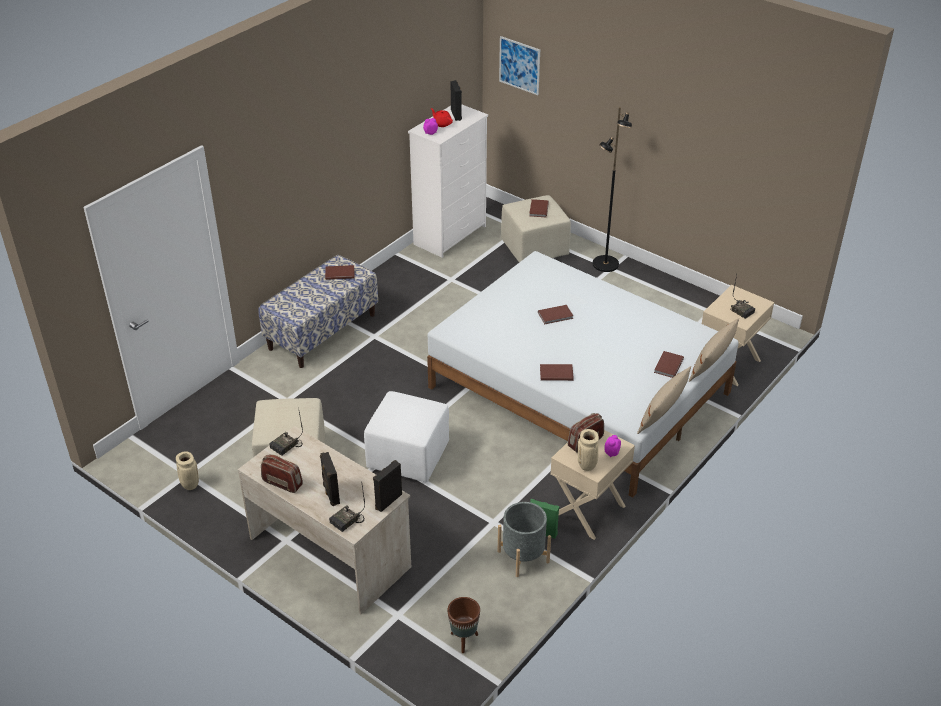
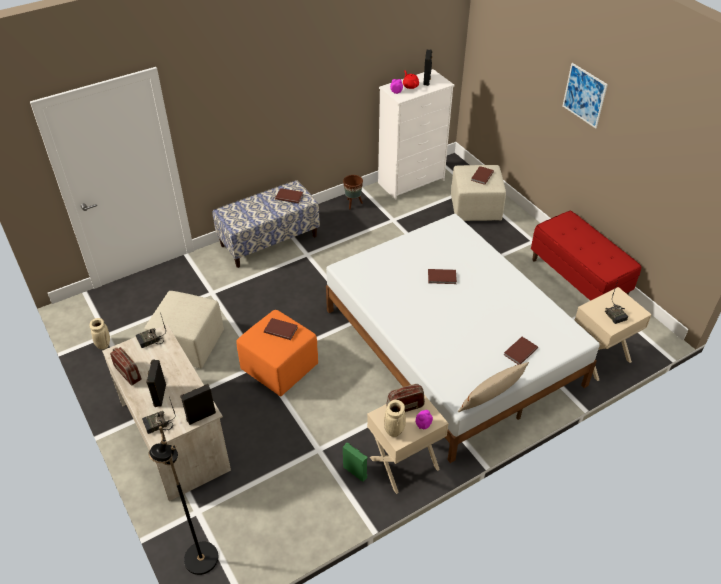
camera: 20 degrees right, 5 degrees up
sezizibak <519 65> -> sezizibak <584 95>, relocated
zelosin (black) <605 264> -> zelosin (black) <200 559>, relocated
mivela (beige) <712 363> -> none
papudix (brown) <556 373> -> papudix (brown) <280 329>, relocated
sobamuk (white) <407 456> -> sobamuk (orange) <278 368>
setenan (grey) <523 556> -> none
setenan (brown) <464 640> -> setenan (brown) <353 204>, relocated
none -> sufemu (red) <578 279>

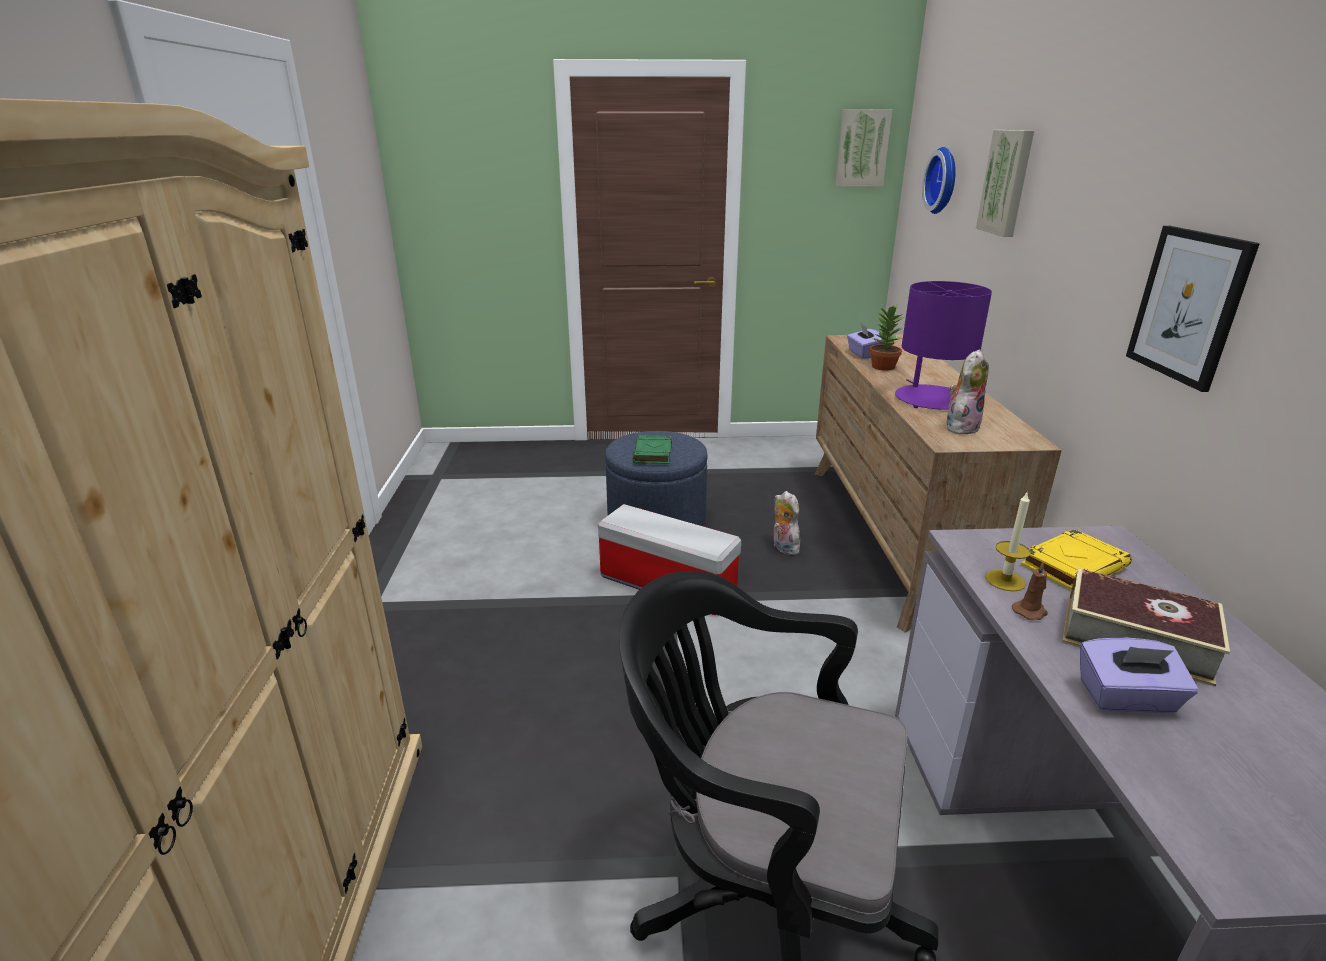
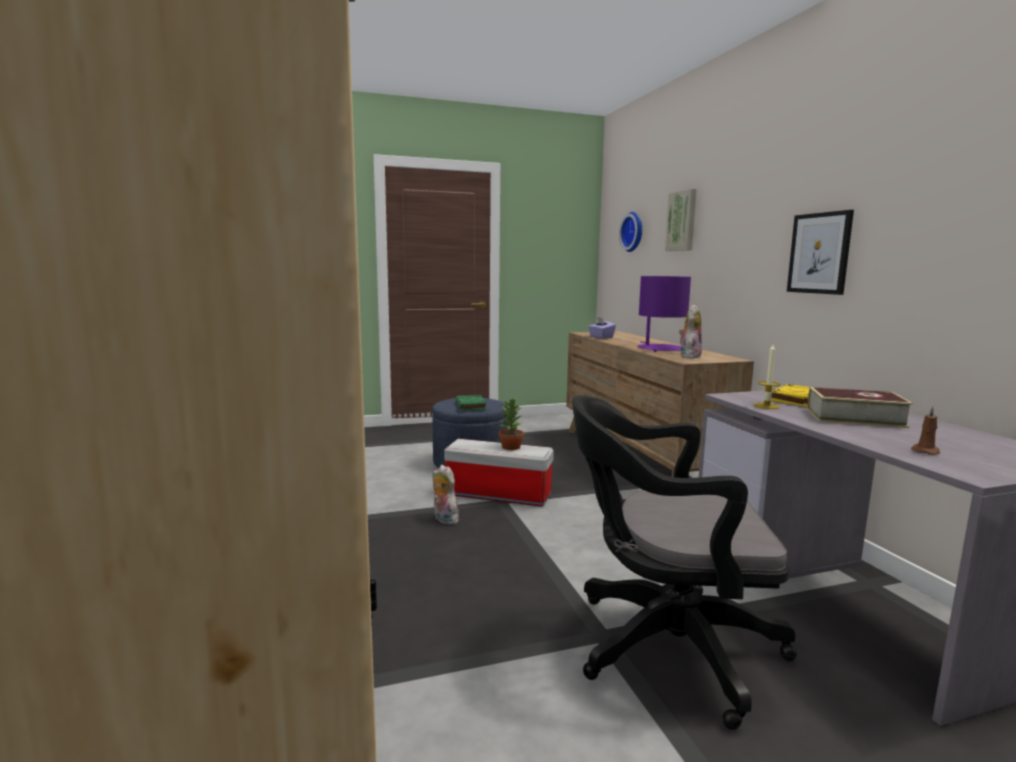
camera: 15 degrees left, 15 degrees down
sezizibak <862 148> -> none
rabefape <882 367> -> rabefape <510 447>, relocated
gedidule <783 547> -> gedidule <443 519>, relocated
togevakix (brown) <1030 611> -> togevakix (brown) <925 451>, relocated
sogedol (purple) <1126 698> -> none

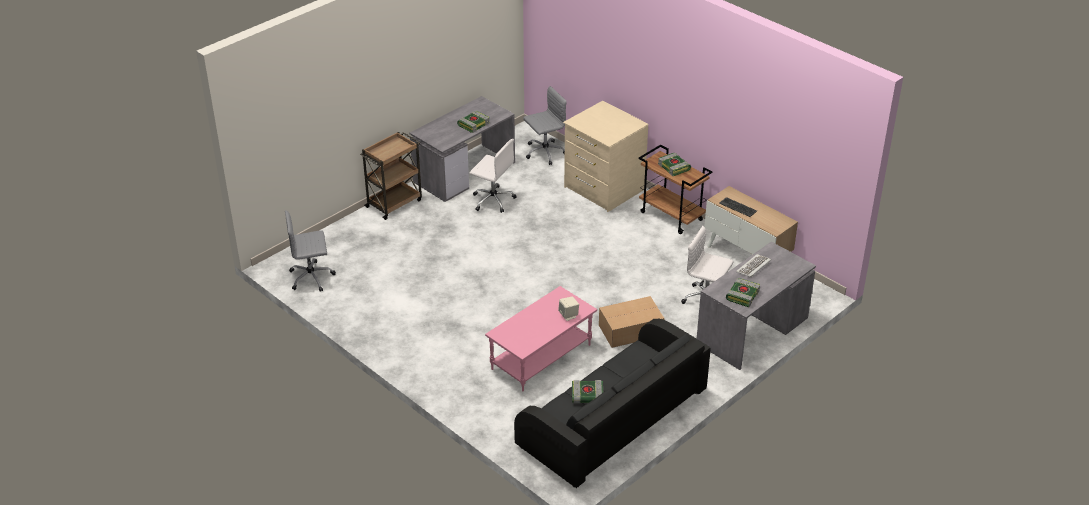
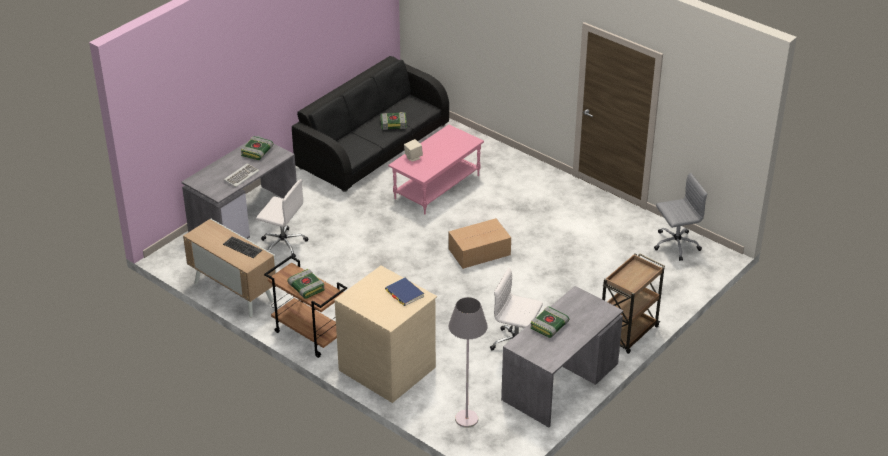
camera: 175 degrees right, 0 degrees up
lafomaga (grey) <544 153> -> zelosin (grey) <466 419>
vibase <629 330> -> vibase <480 252>, relocated
none -> papudix (blue) <404 293>

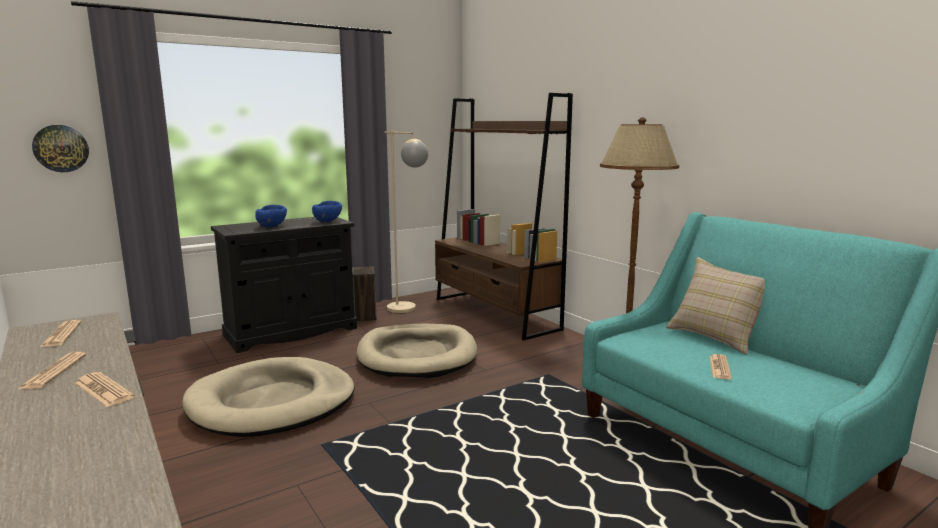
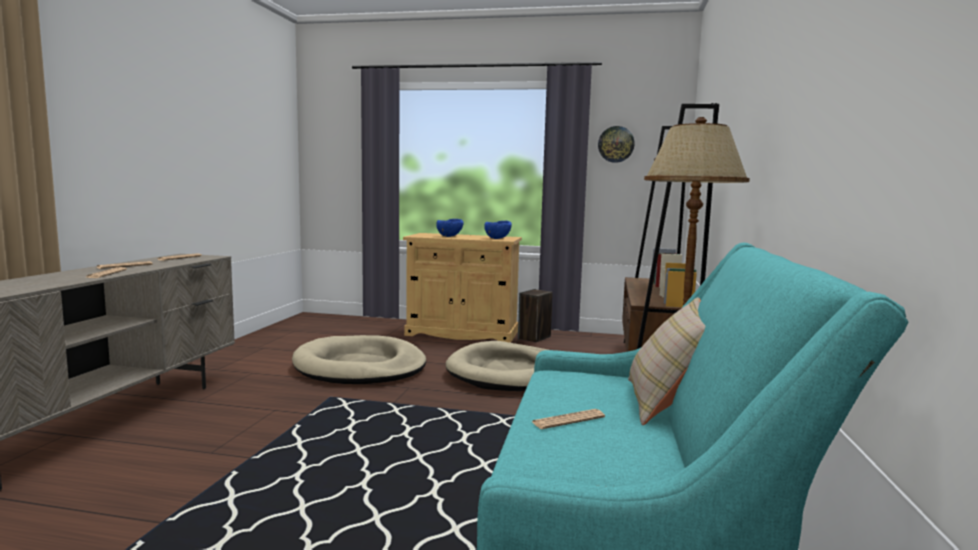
camera: 45 degrees right, 5 degrees down
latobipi <61 148> -> latobipi <616 144>, relocated
zelosin (beige) <408 310> -> none
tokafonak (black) <291 332> -> tokafonak (beige) <462 333>

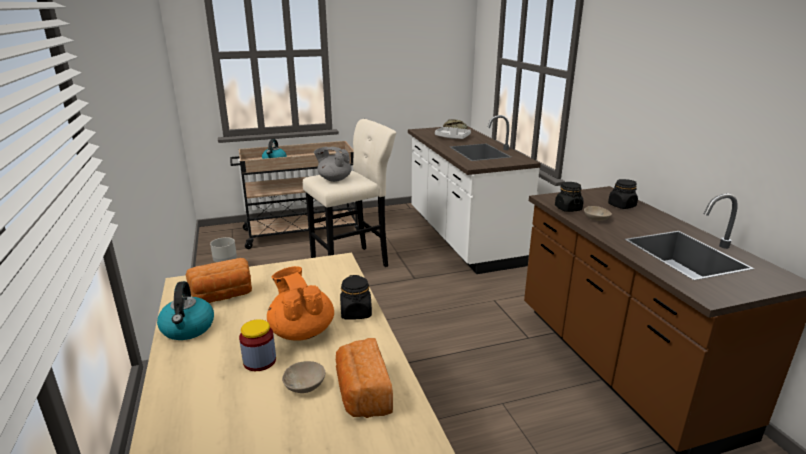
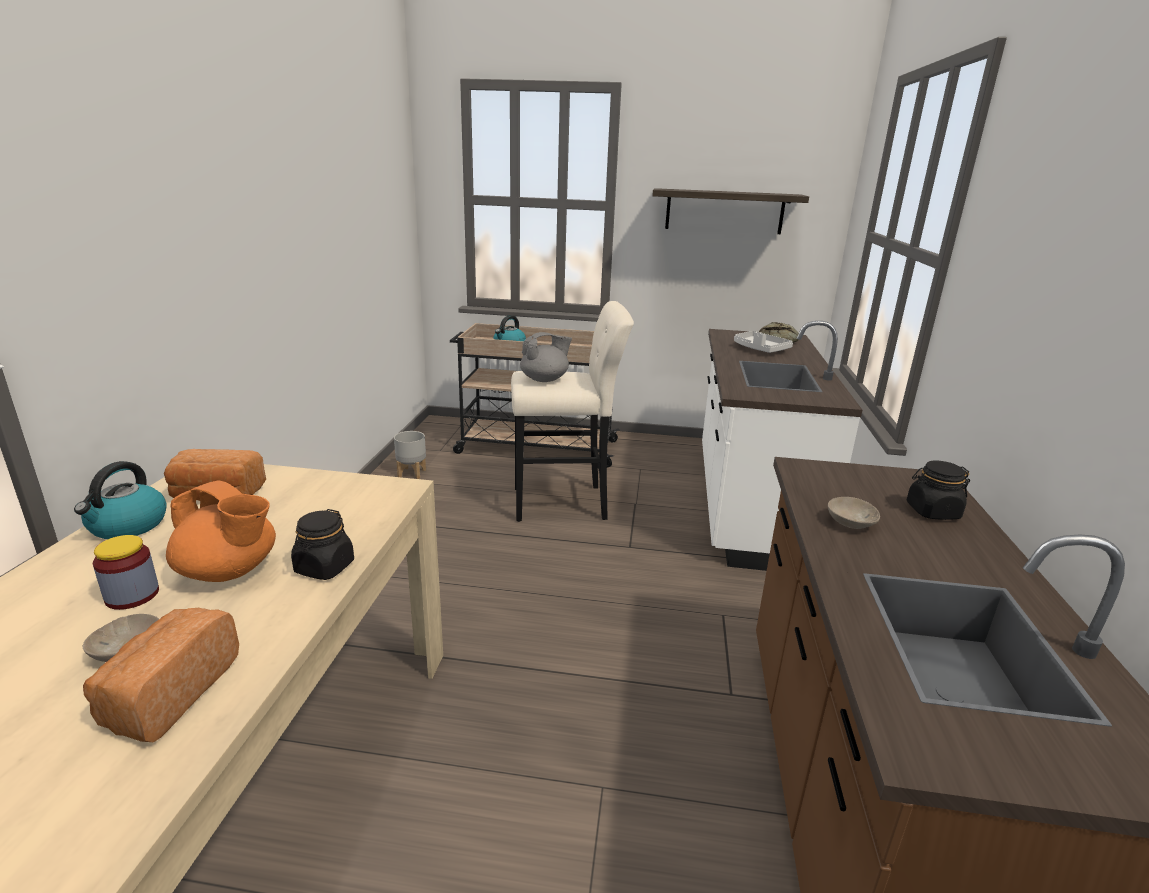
camera: 25 degrees right, 0 degrees up
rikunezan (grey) <334 179> -> rikunezan (grey) <545 379>, 105 degrees clockwise
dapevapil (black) <568 208> -> none
rikunezan (orange) <301 331> -> rikunezan (orange) <229 571>, 120 degrees clockwise
none -> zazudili <724 211>

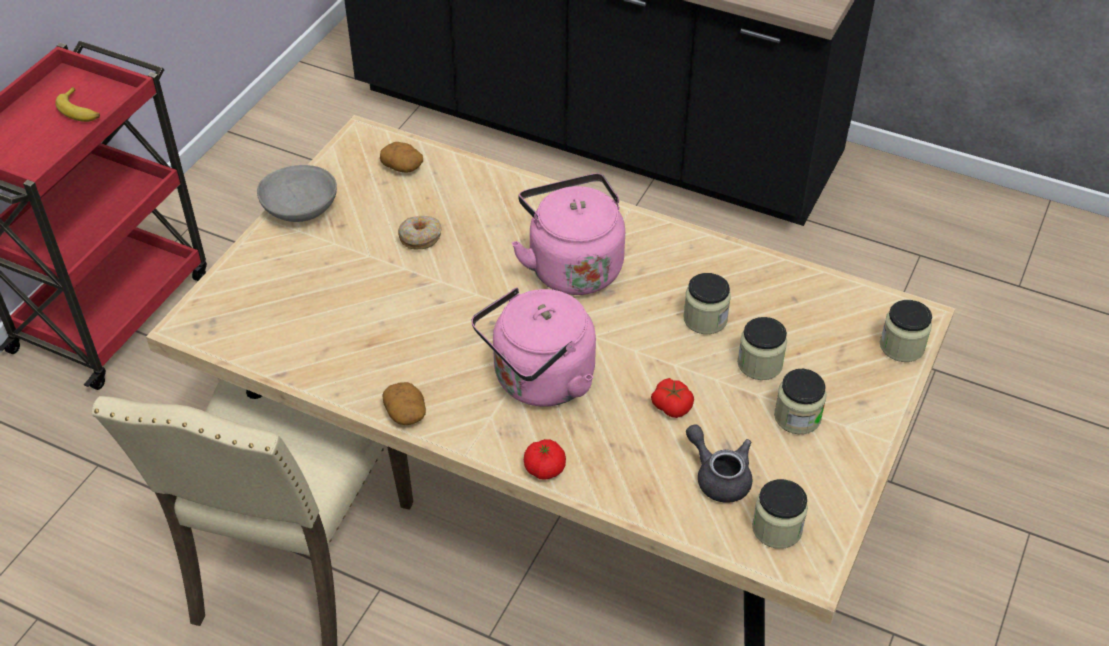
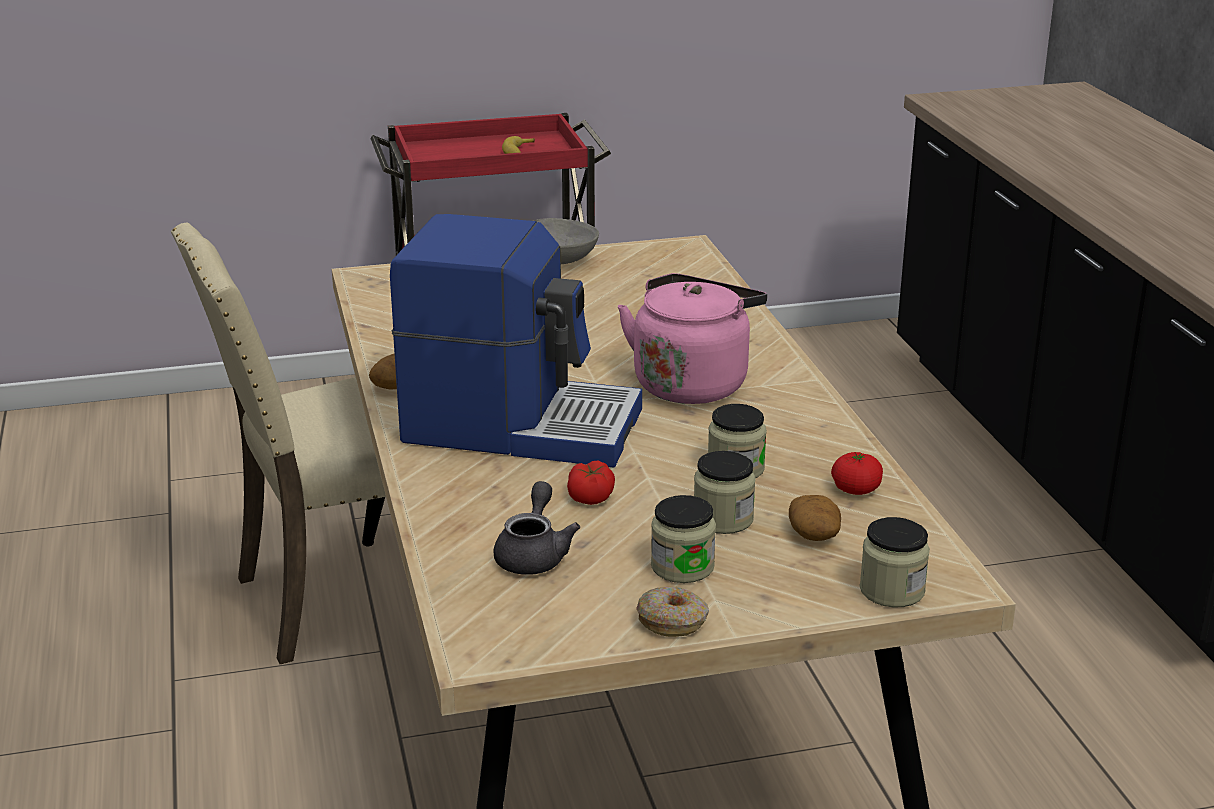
camera: 50 degrees right, 20 degrees down
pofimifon <403 167> -> pofimifon <814 534>, relocated
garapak <420 237> -> garapak <672 621>, relocated
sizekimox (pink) <539 381> -> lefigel <521 424>
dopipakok <544 468> -> dopipakok <856 489>, relocated
dapevapil <777 528> -> none

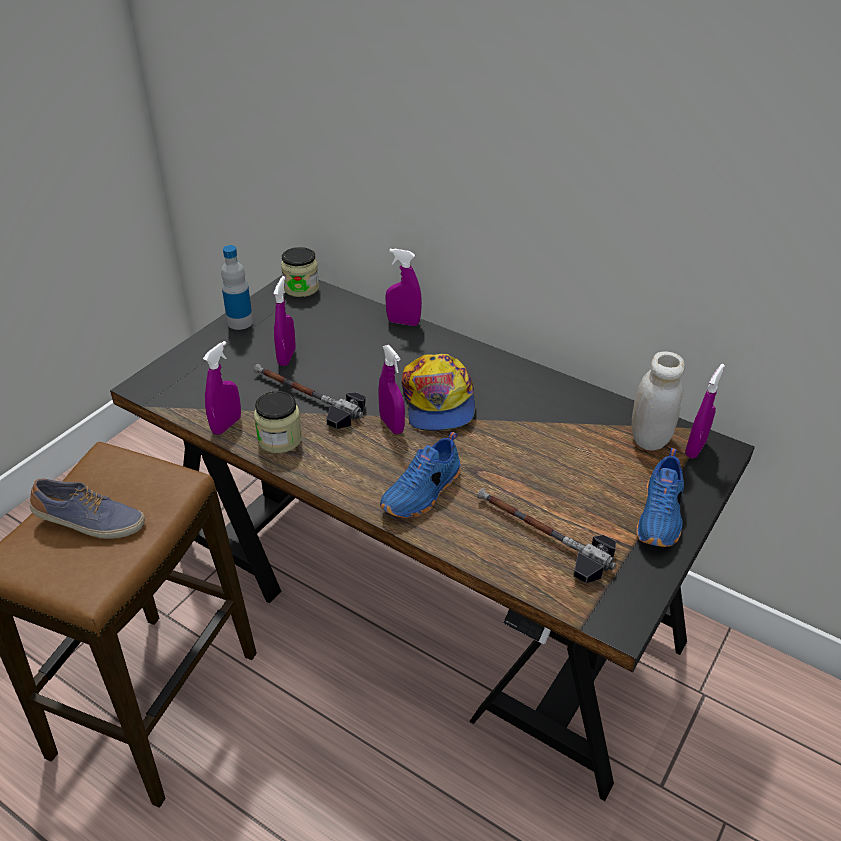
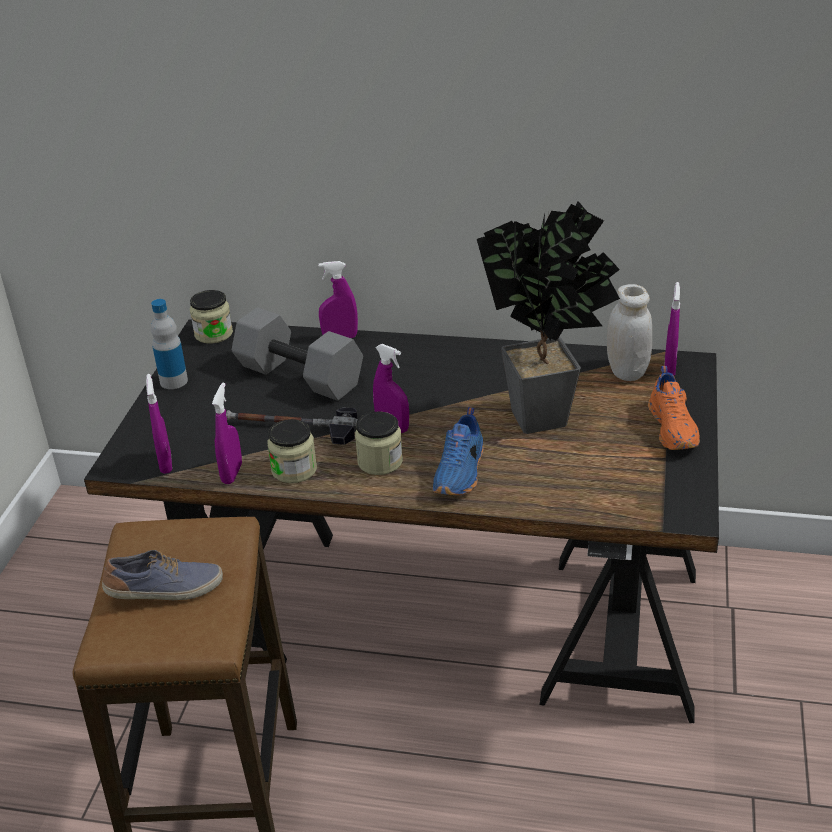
camera: 20 degrees left, 5 degrees down
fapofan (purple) <286 357> -> fapofan (purple) <166 463>, relocated
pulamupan <438 402> -> none
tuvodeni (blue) <661 516> -> tuvodeni (orange) <674 428>
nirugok <541 535> -> none
none -> rabefape <549 419>
none -> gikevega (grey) <301 375>
none -> dapevapil <380 462>

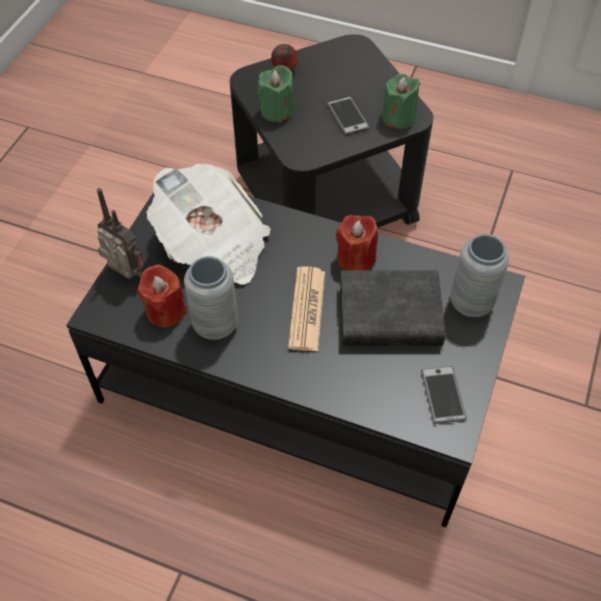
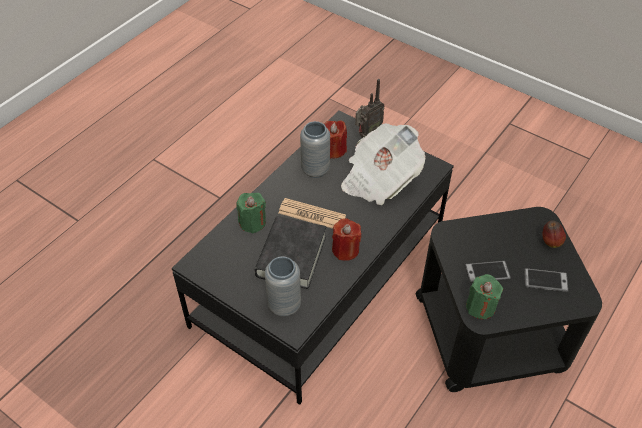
camera: 105 degrees right, 5 degrees down
togevakix (green) <277 110> -> togevakix (green) <252 222>, relocated
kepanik <443 395> -> kepanik <545 280>, relocated

